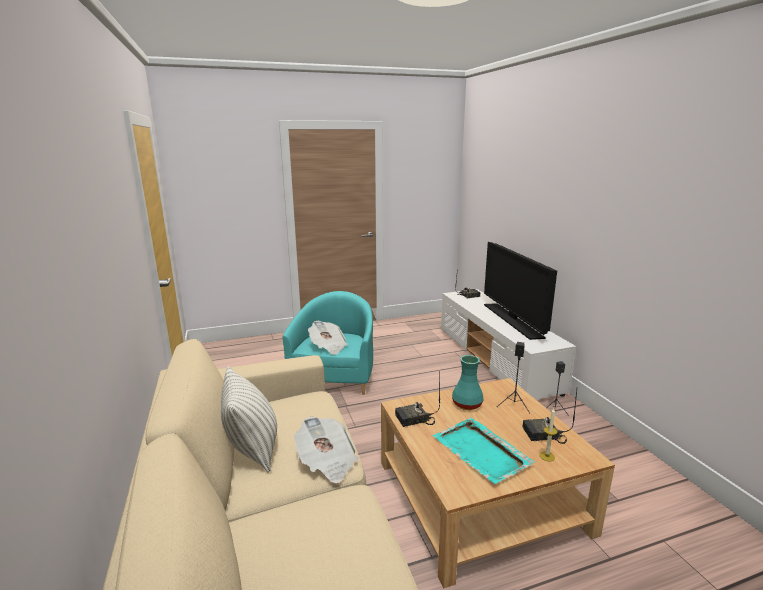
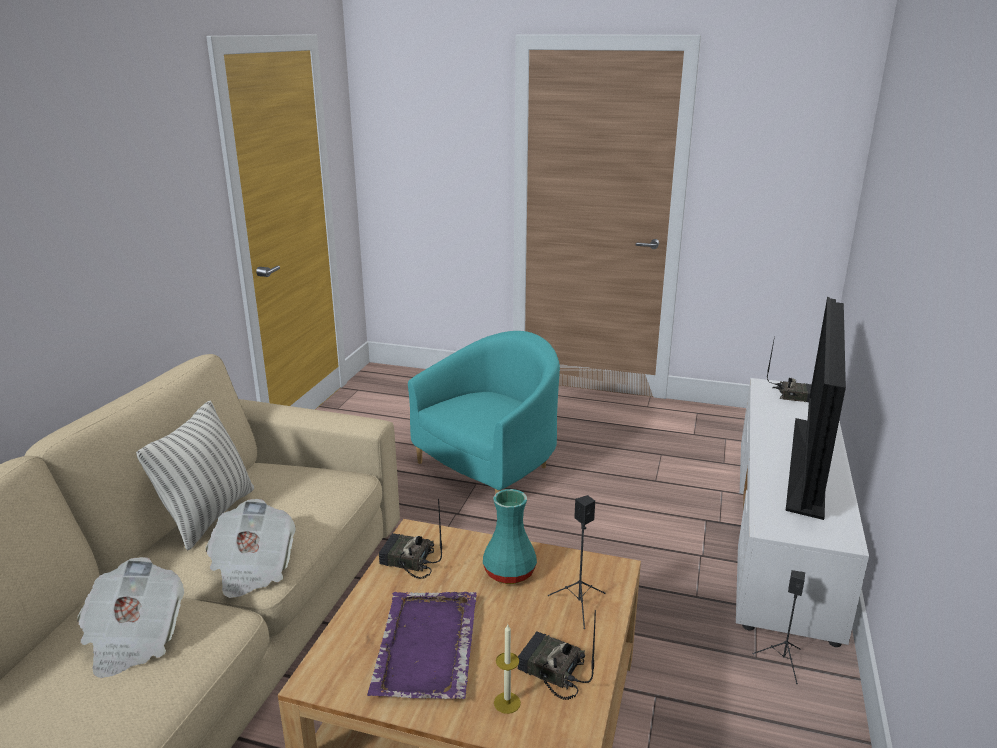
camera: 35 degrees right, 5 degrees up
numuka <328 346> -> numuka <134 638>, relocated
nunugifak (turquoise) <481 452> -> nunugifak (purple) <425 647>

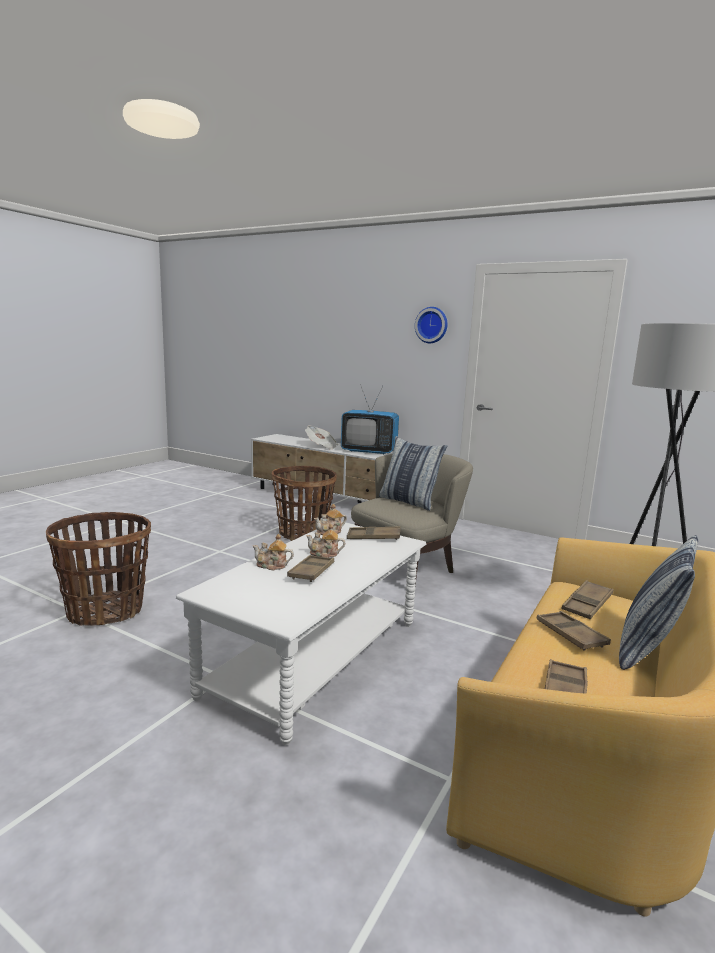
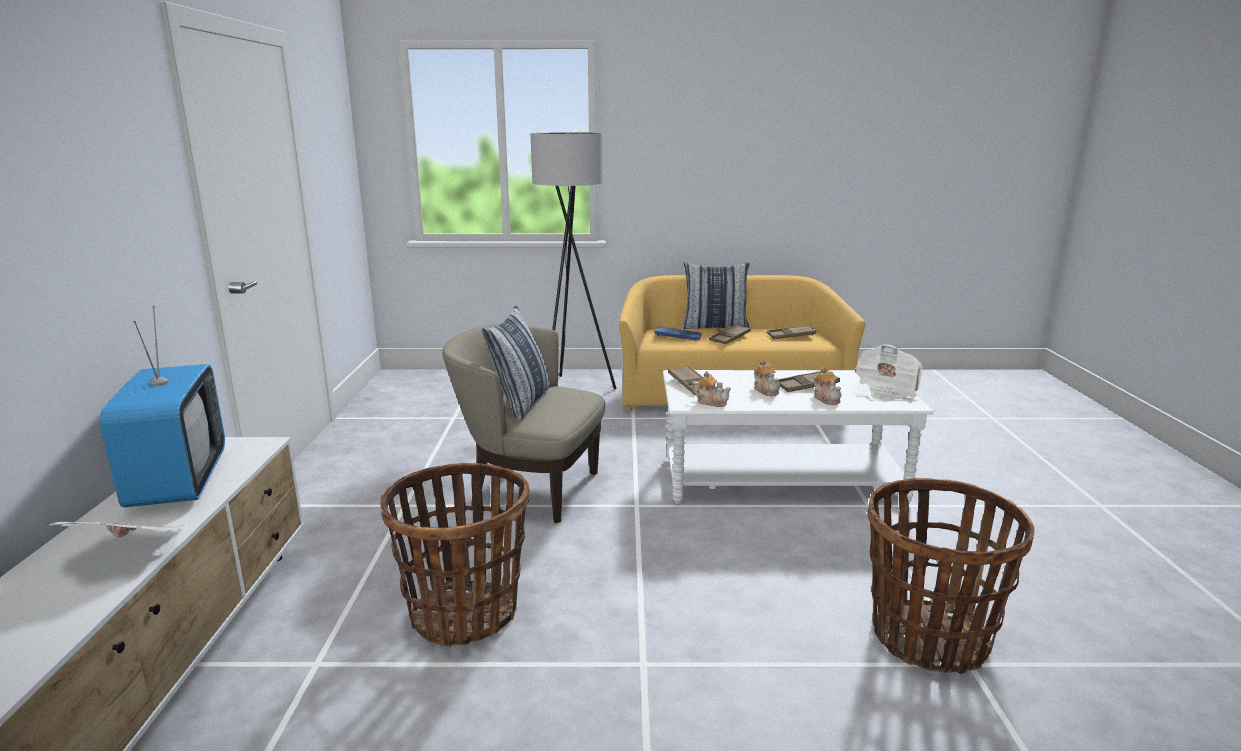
camera: 120 degrees left, 5 degrees up
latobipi <432 325> -> none
nunugifak (brown) <587 604> -> nunugifak (blue) <678 337>
none -> numuka <886 391>

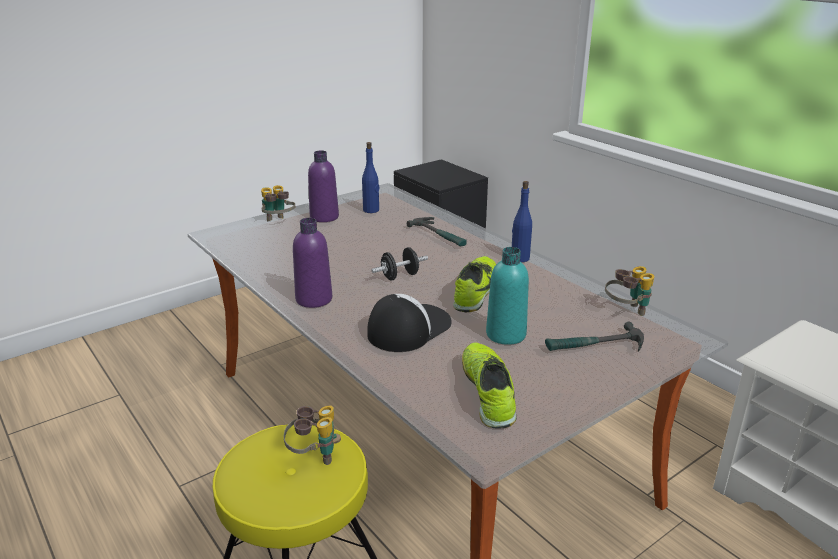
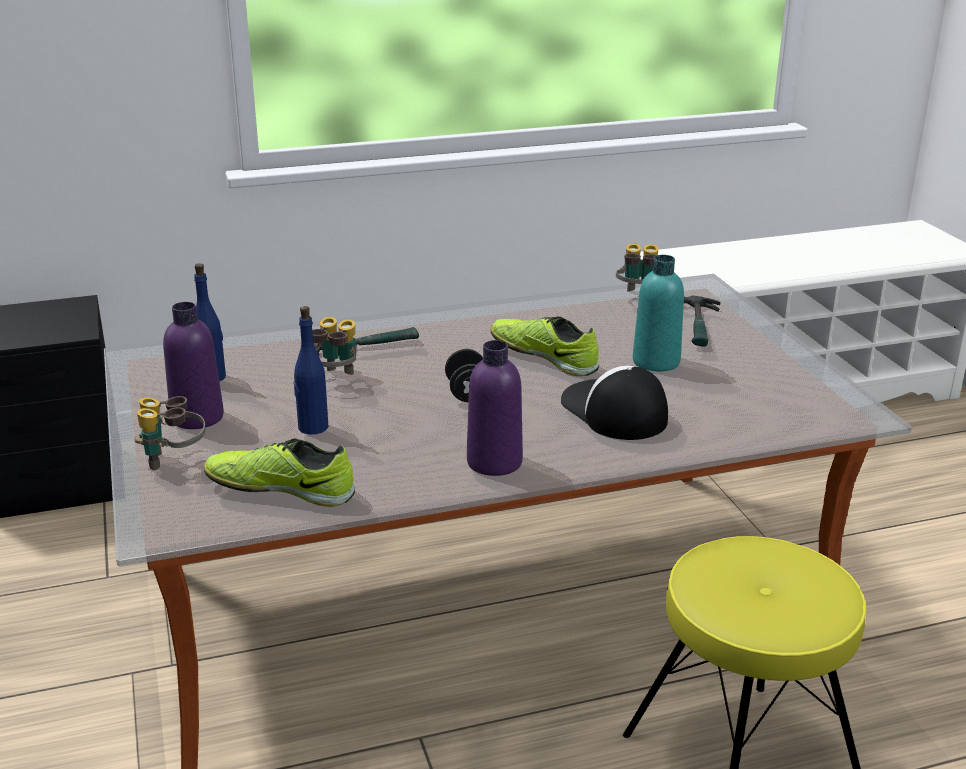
camera: 70 degrees left, 0 degrees up
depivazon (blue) <519 258> -> depivazon (blue) <312 427>, relocated
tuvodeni <488 392> -> tuvodeni <281 489>, relocated
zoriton <314 456> -> zoriton <333 378>, relocated

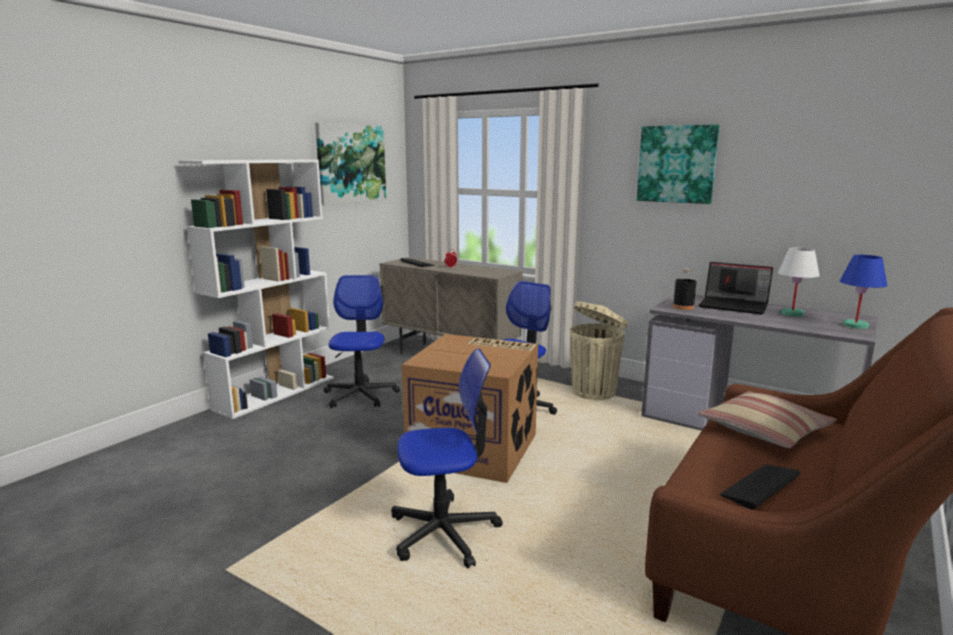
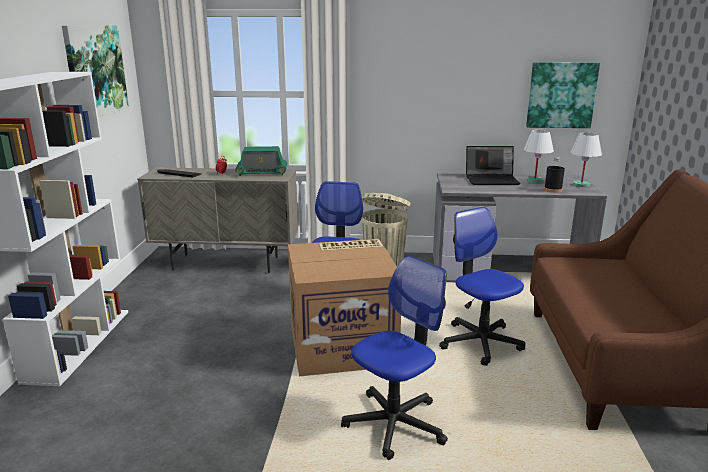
camera: 30 degrees left, 5 degrees up
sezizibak <677 164> -> sezizibak <561 95>, relocated
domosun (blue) <855 325> -> domosun (white) <581 185>
depivazon (black) <683 307> -> depivazon (black) <553 190>, relocated
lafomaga <360 395> -> lafomaga <480 342>, relocated
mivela <764 430> -> none
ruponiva <760 486> -> none
none -> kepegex <262 173>

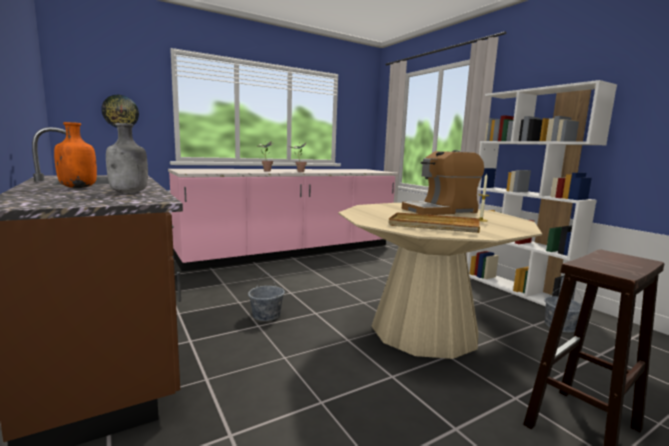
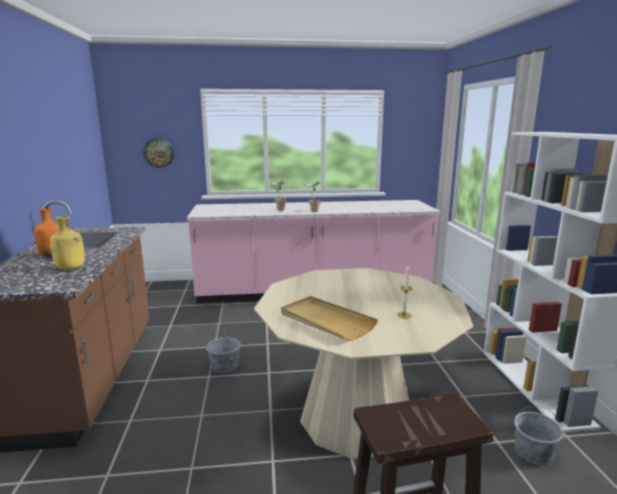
camera: 25 degrees right, 5 degrees up
depivazon (grey) <130 192> -> depivazon (yellow) <71 268>
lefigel <440 211> -> none

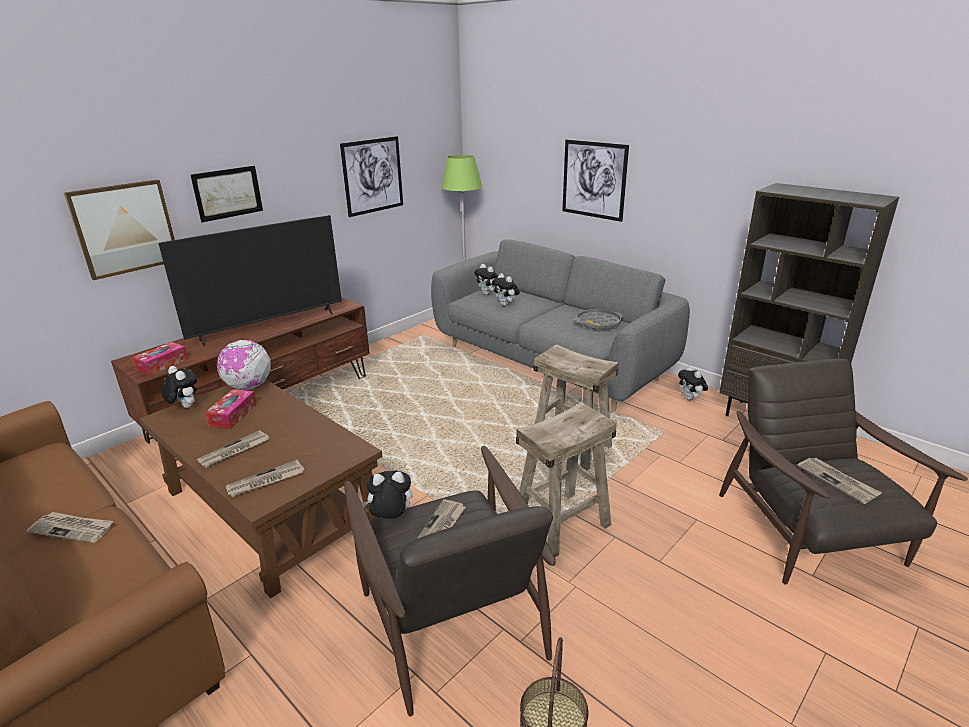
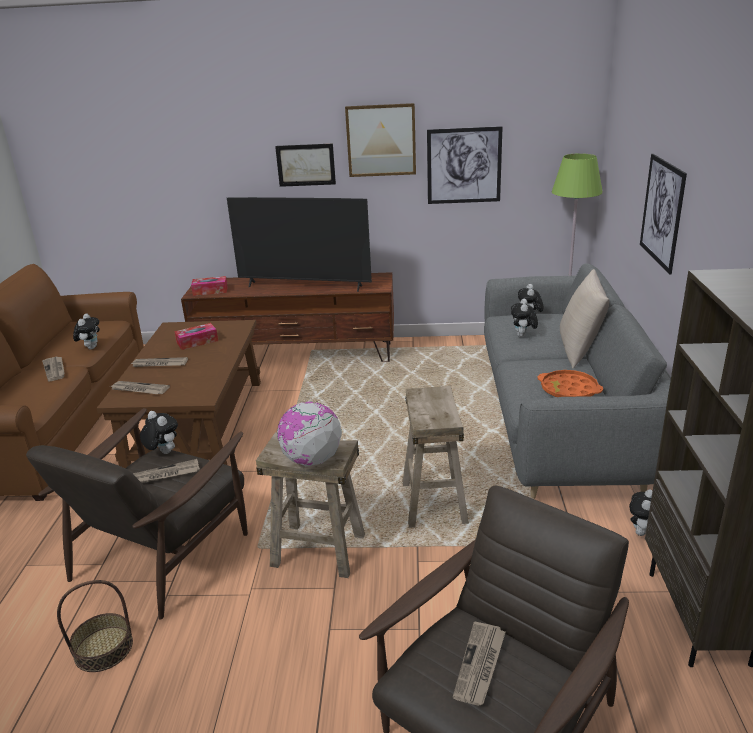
camera: 50 degrees right, 0 degrees up
sezizibak <124 228> -> sezizibak <381 140>, relocated
nunugifak (grey) <598 323> -> nunugifak (orange) <569 390>
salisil <248 387> -> salisil <311 460>, relocated
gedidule <184 406> -> gedidule <91 347>, relocated
none -> mivela (beige) <580 351>

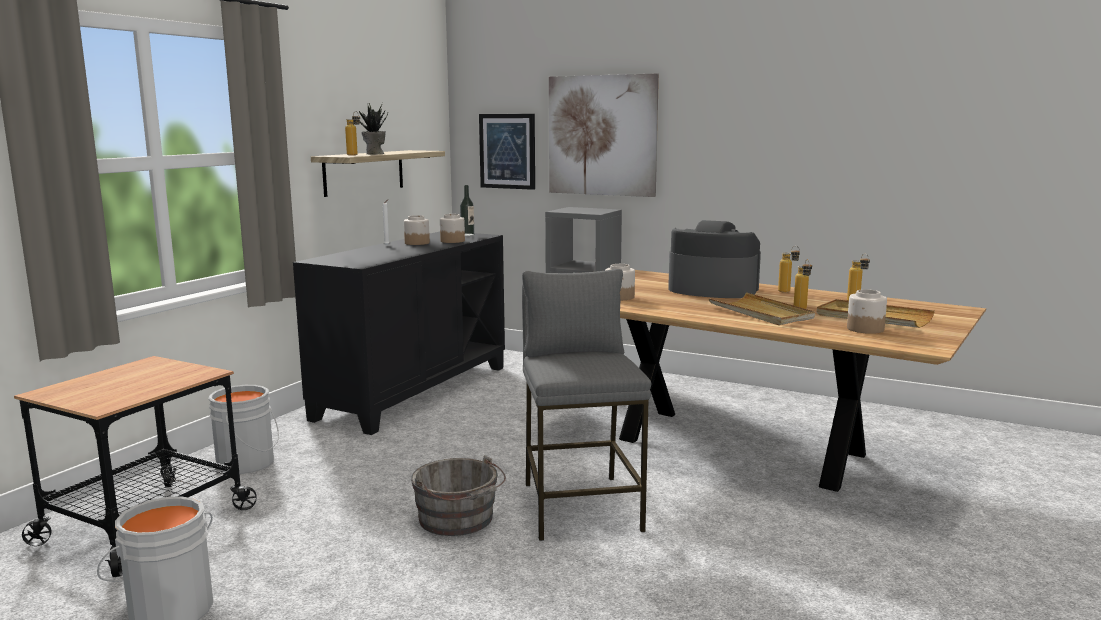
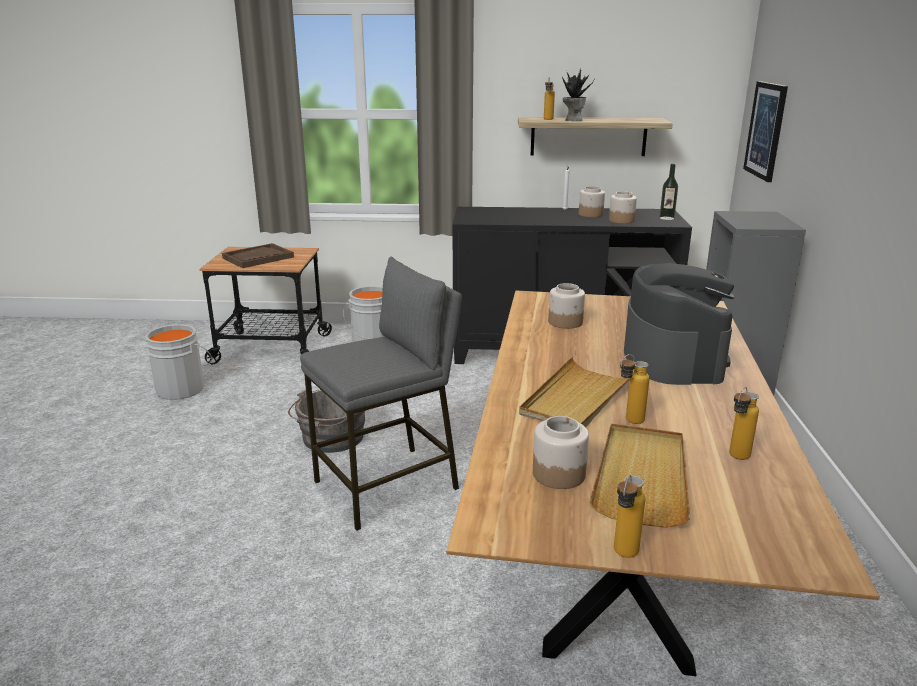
camera: 65 degrees right, 10 degrees up
sezizibak <602 135> -> none
depivazon <788 292> -> depivazon <622 557>, relocated
none -> nunugifak (brown) <258 258>

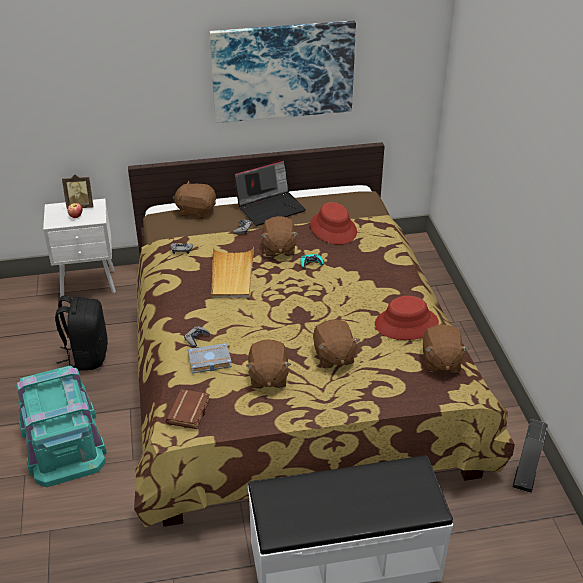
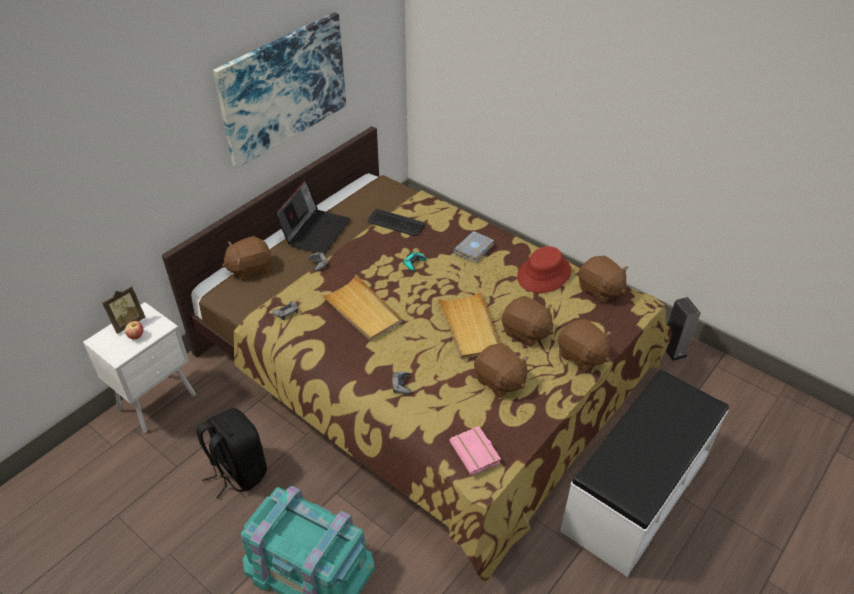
camera: 40 degrees left, 5 degrees up
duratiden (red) <333 228> -> ruponiva <395 223>
gedidule (brown) <279 248> -> gedidule (brown) <582 356>, relocated
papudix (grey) <209 361> -> papudix (grey) <474 250>, relocated
papudix (brown) <189 412> -> papudix (pink) <476 453>
none -> nunugifak (beige) <469 327>

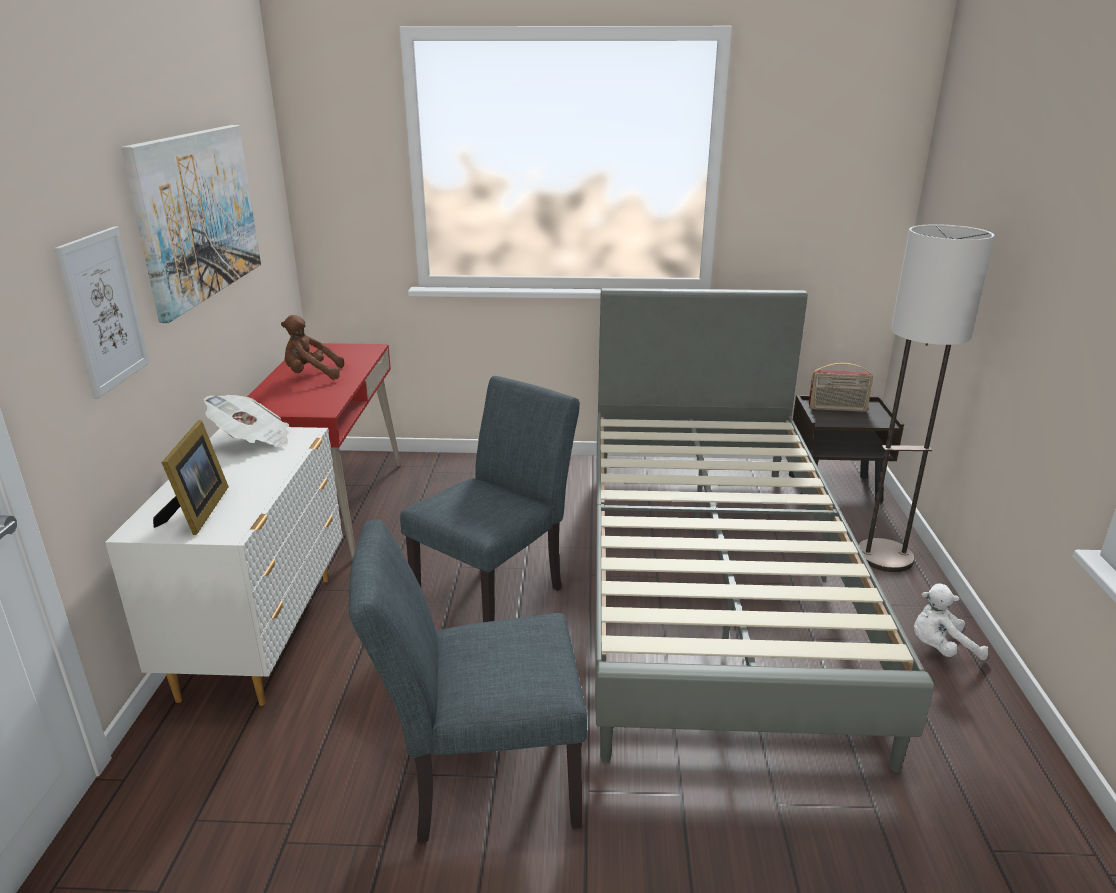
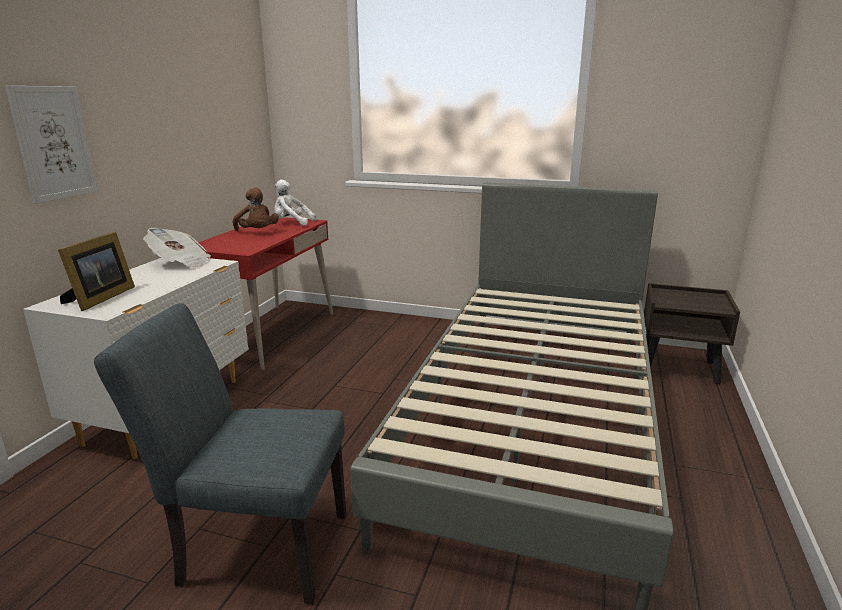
camera: 15 degrees right, 5 degrees down
sezizibak <197 215> -> none
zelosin <884 557> -> none
gedidule (brown) <312 375> -> gedidule (brown) <257 232>, 135 degrees counterclockwise
kepegex <837 409> -> none
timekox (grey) <497 593> -> none
gedidule (white) <940 648> -> gedidule (white) <291 223>, relocated

